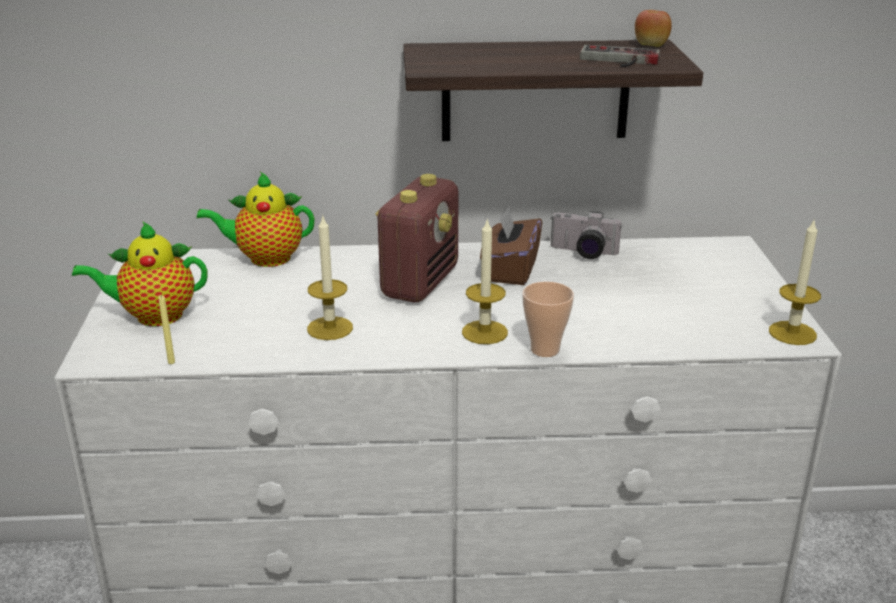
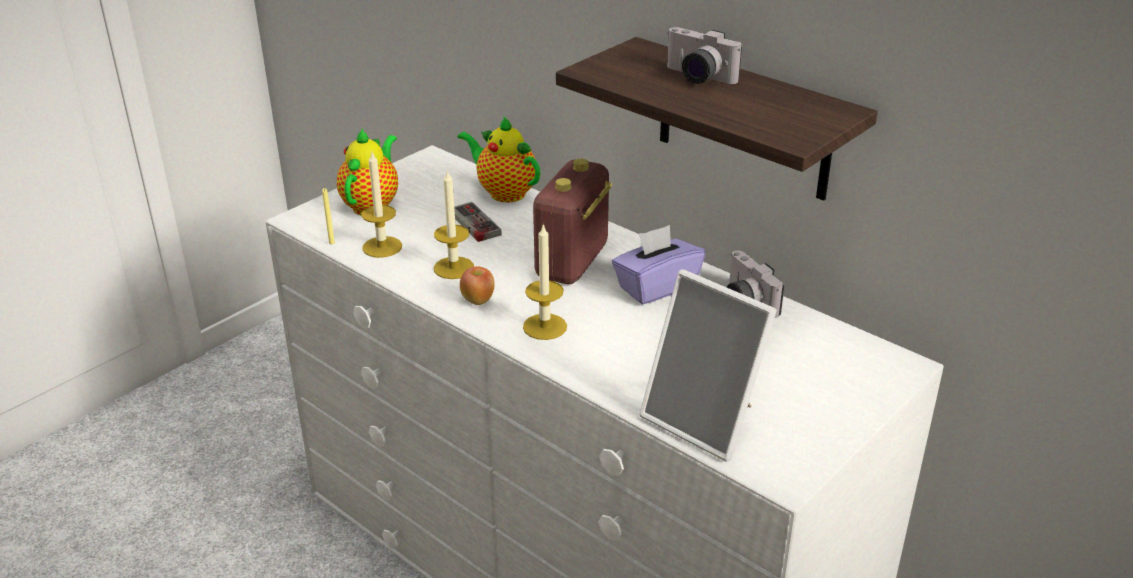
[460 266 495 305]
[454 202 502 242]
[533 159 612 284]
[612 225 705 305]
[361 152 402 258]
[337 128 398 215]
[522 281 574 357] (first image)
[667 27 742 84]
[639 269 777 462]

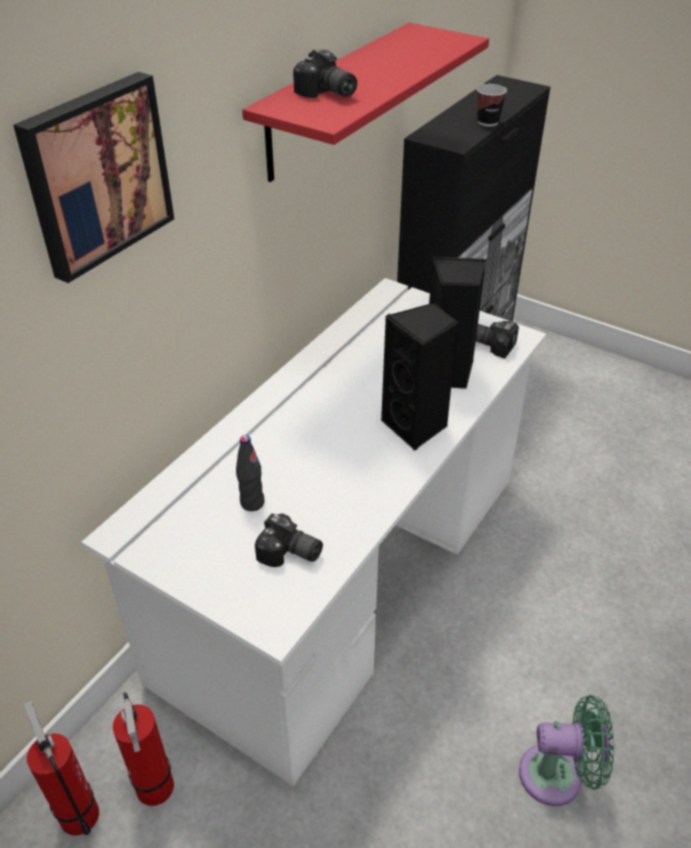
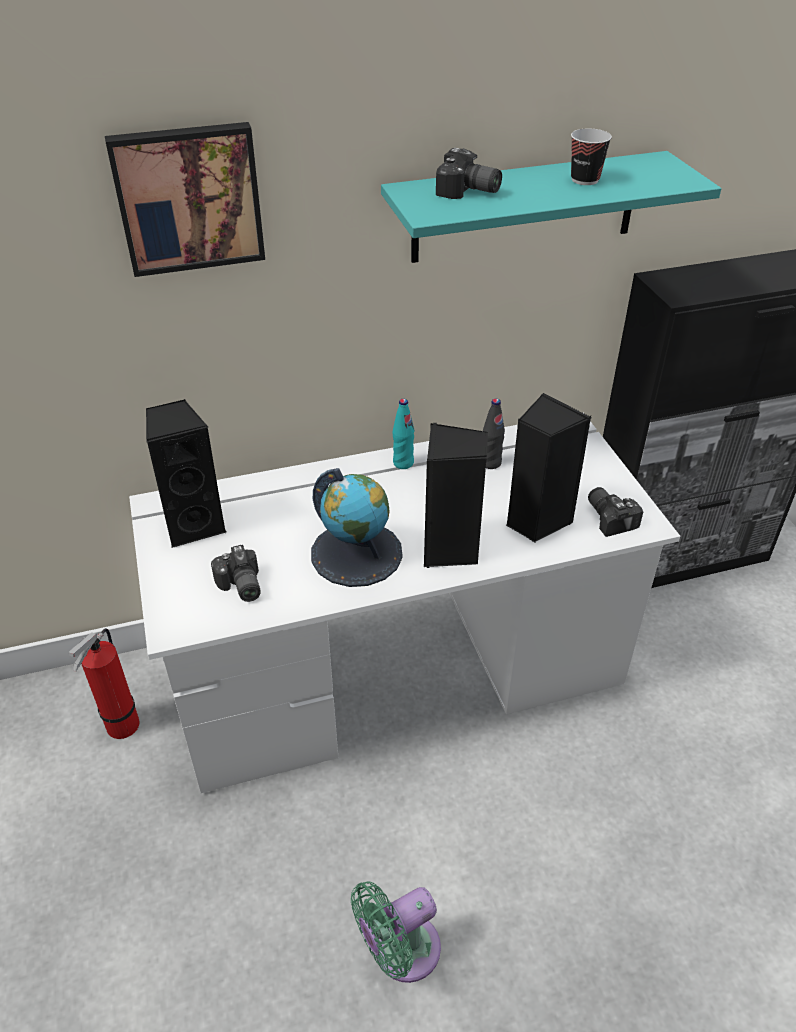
[381 151 721 263]
[436 148 502 199]
[571 128 612 185]
[483 398 505 469]
[351 881 441 983]
[24 701 99 836] (first image)
[146 399 227 548]
[393 399 414 469]
[311 468 403 587]

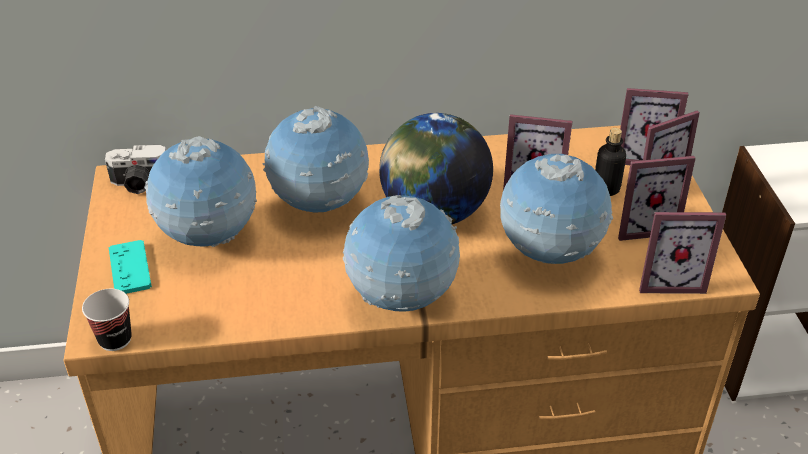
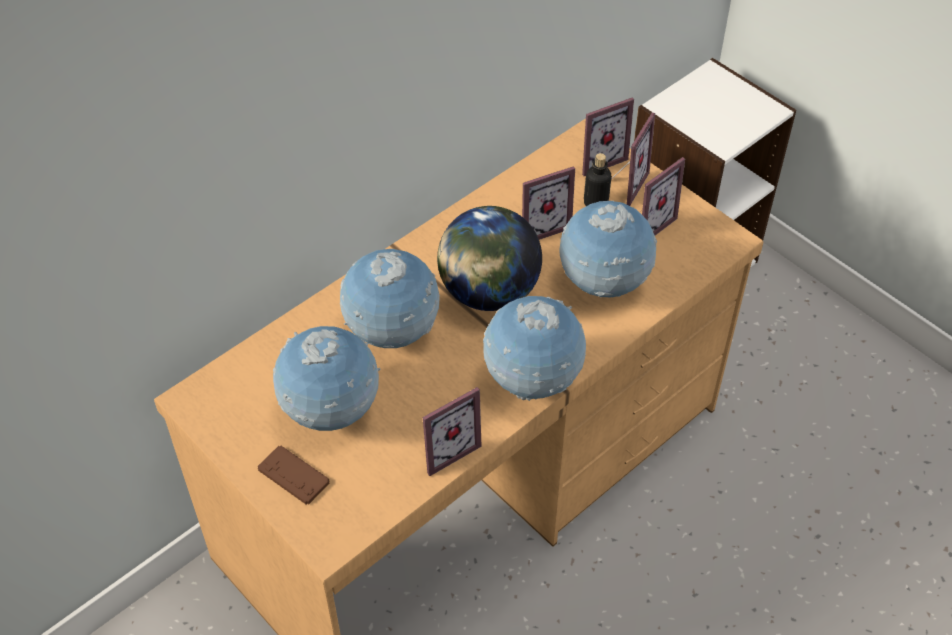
[105 145 166 194] (first image)
[423 387 481 476]
[258 446 329 505]
[82 289 132 351] (first image)

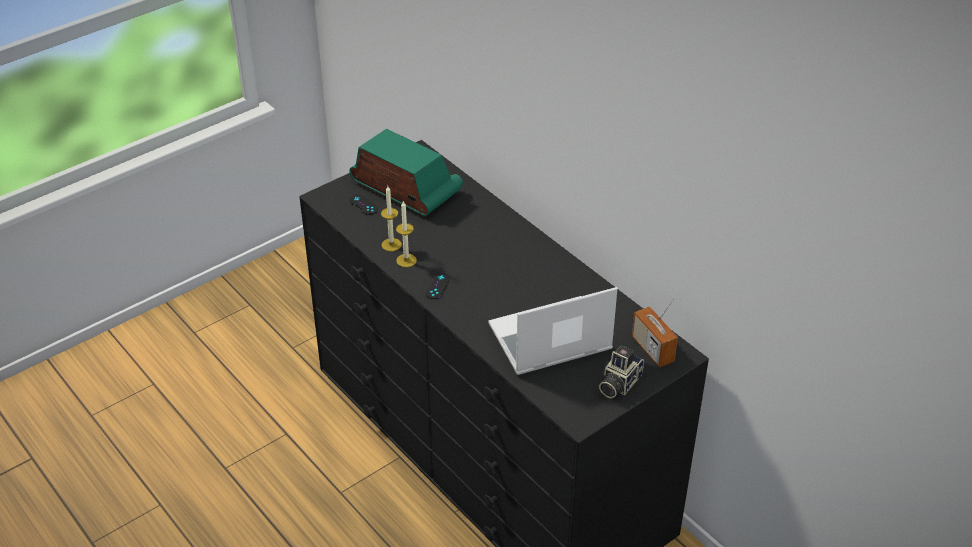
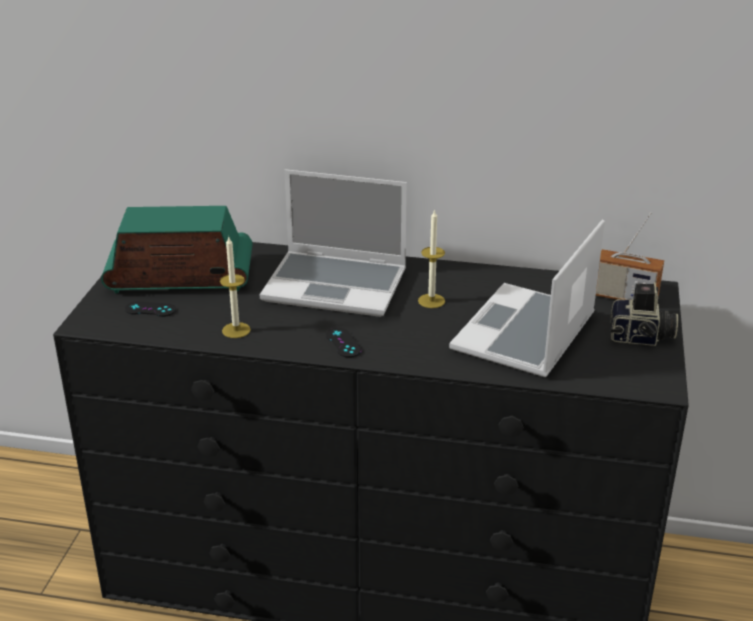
[418 209 445 308]
[611 282 678 346]
[260 169 407 317]

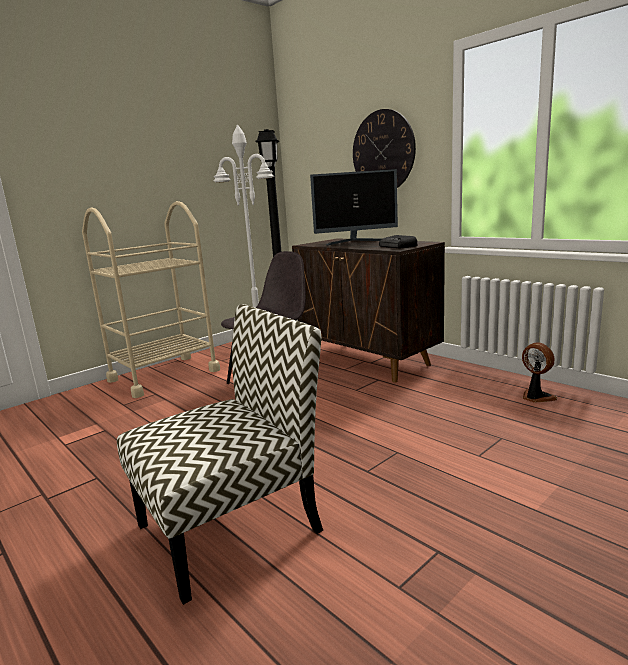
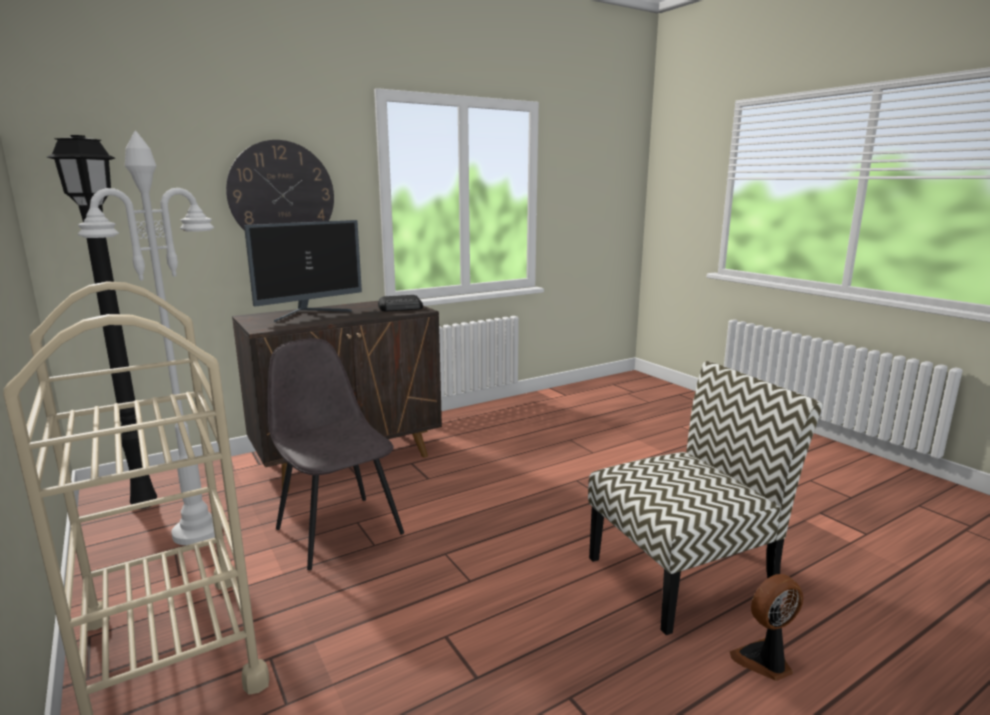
[244 220 362 322]
[588 361 823 635]
[730 574 803 681]

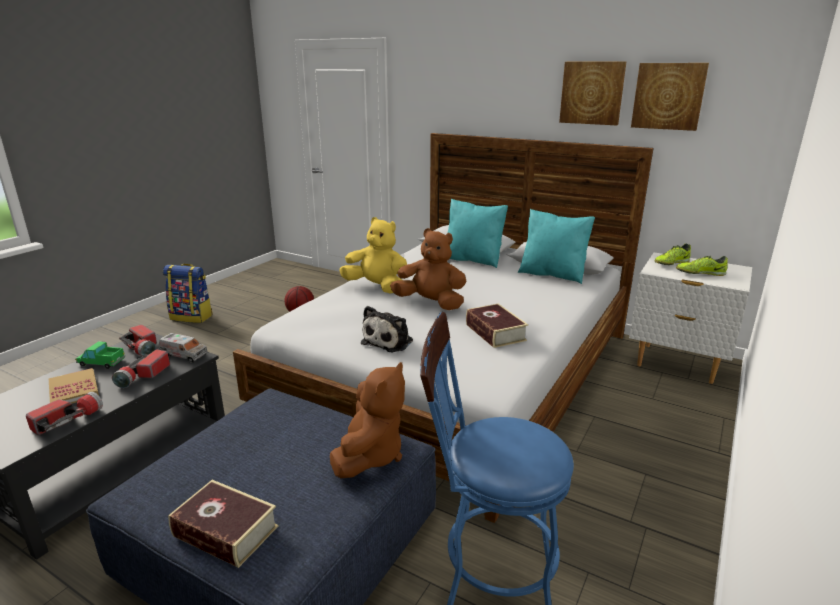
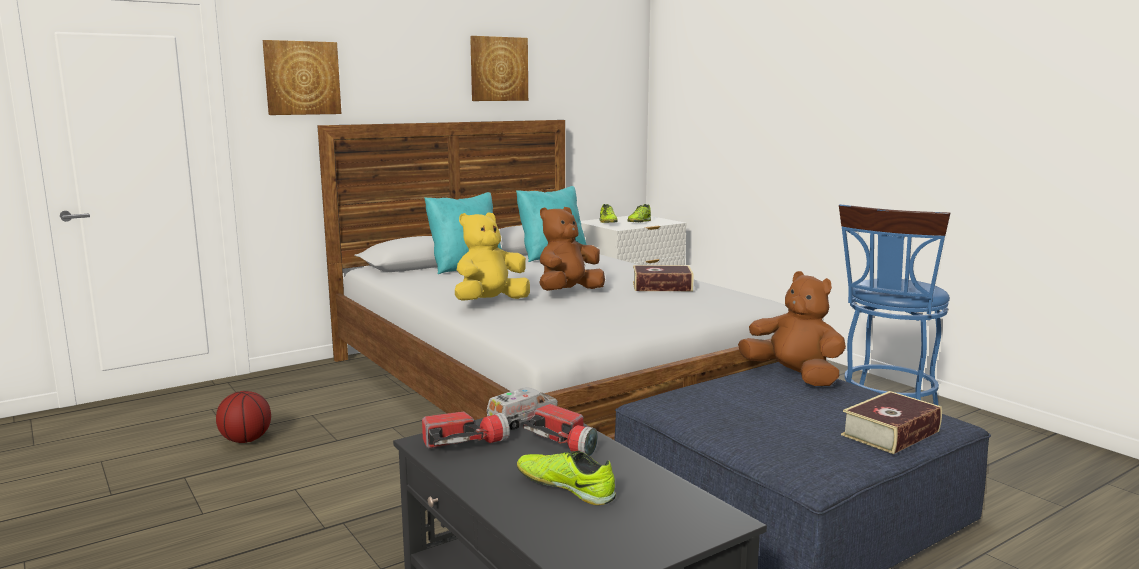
[263 40 341 115]
[163 264 213 323] (first image)
[361 306 413 352] (first image)
[75 341 125 369] (first image)
[517 451 616 505]
[26 392 103 435] (first image)

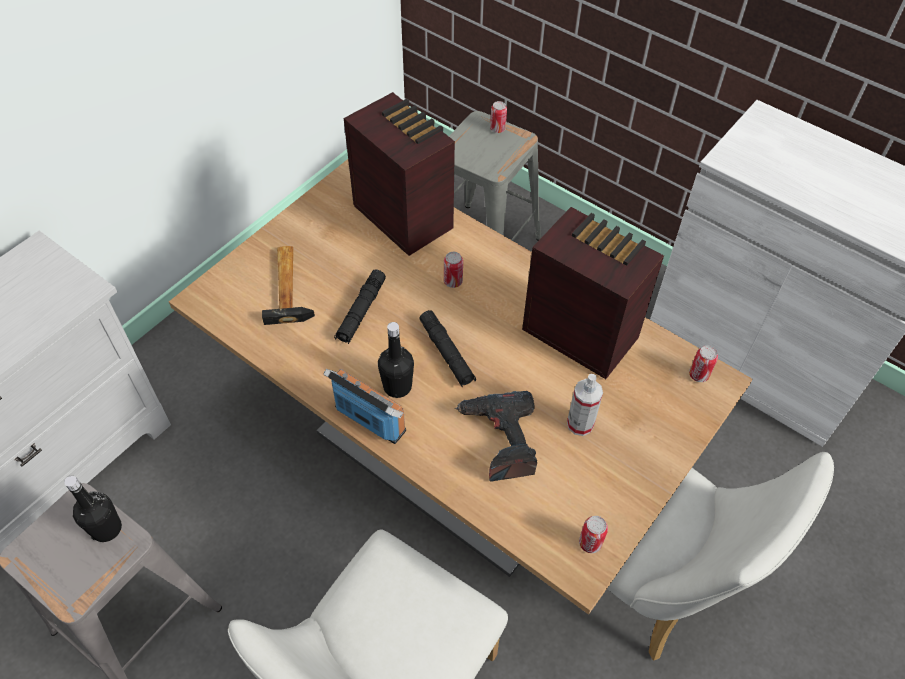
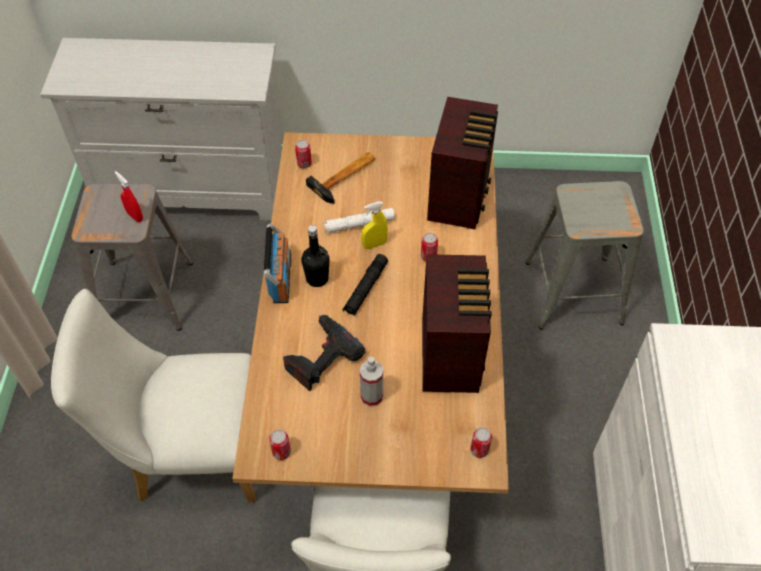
[295 140 312 169]
[323 208 395 233]
[115 171 143 222]
[361 201 388 249]

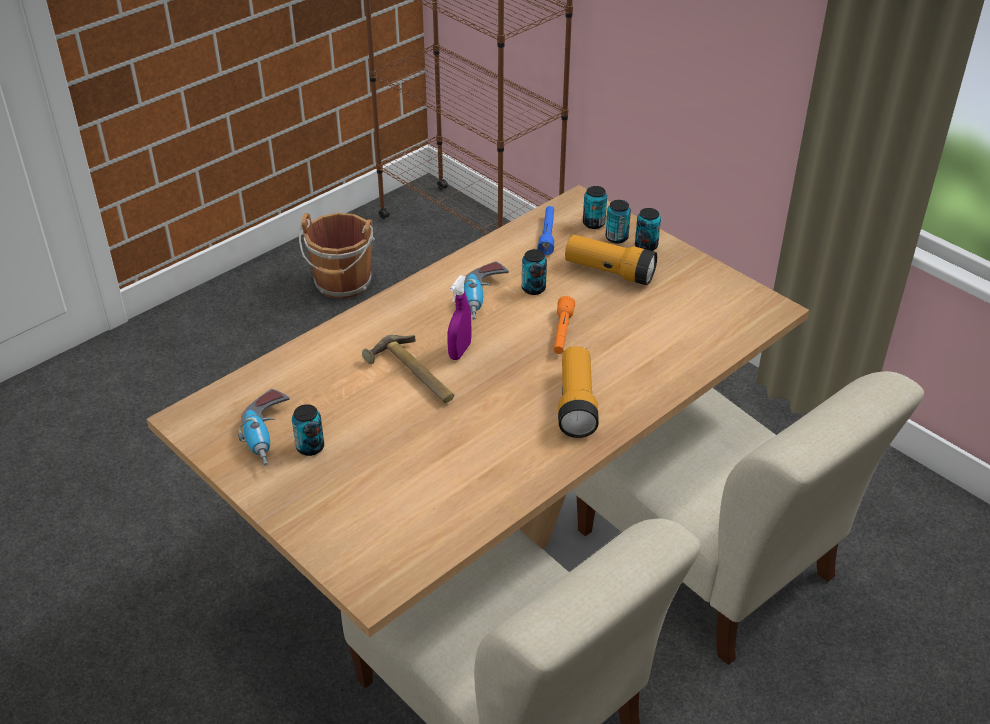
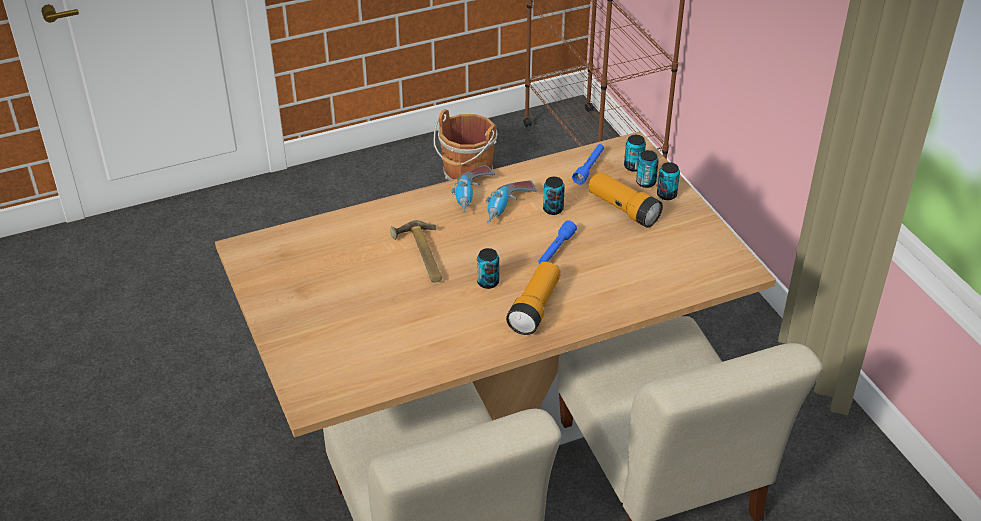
[447 275 471 360] (first image)
[538 220 577 264]
[452 165 495 213]
[477 248 499 289]

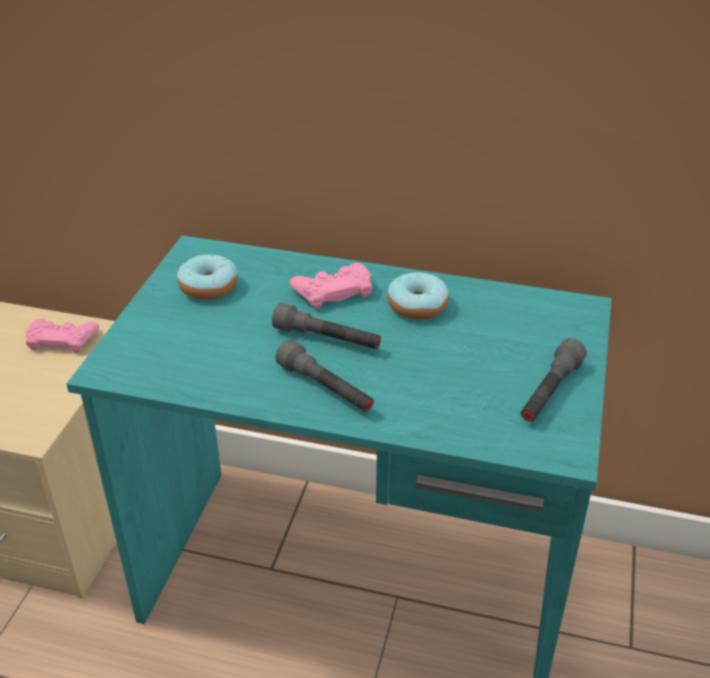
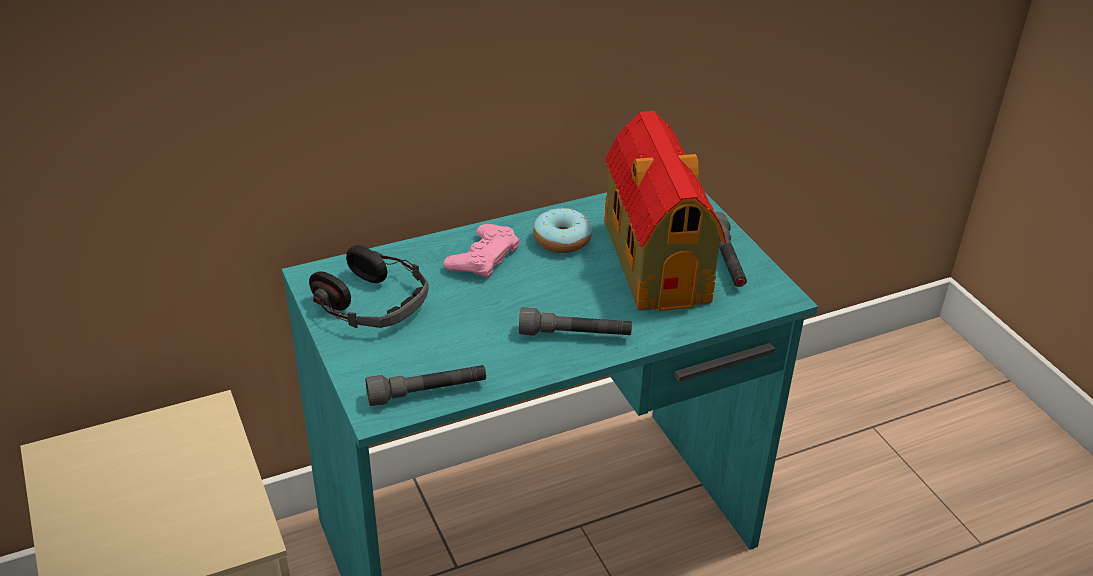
[309 245 428 329]
[365 365 486 406]
[26 318 99 353] (first image)
[605 111 726 311]

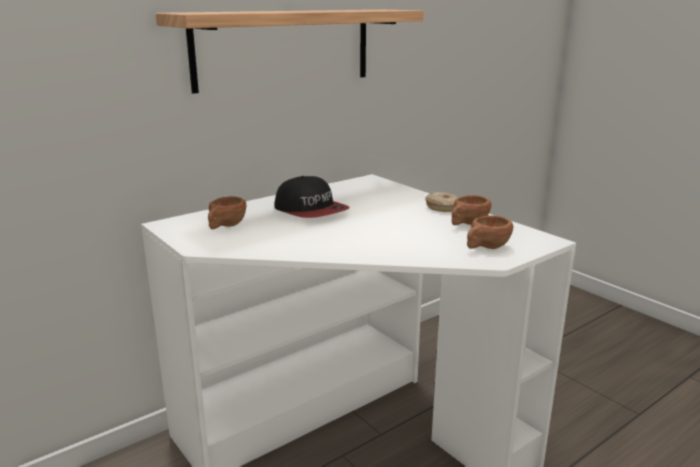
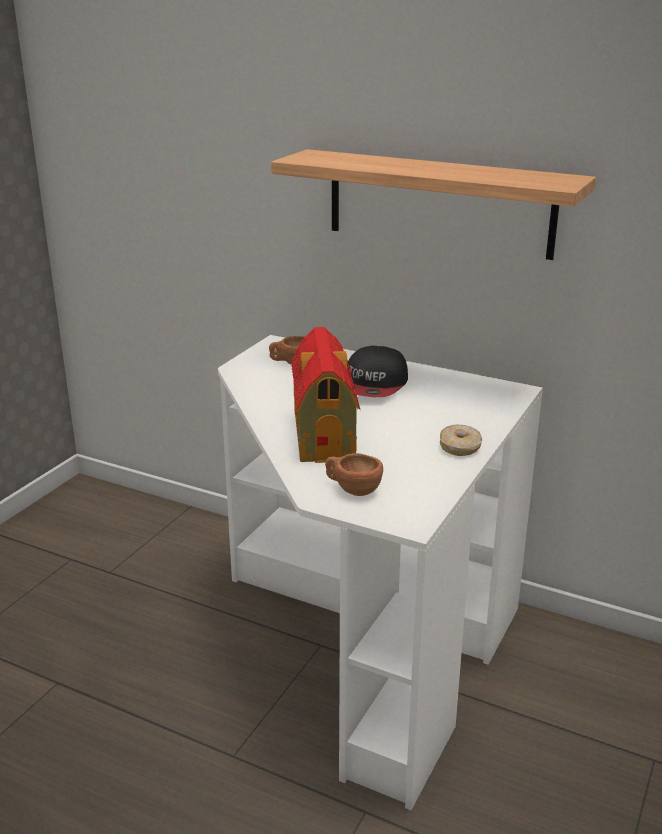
[451 195 491 225] (first image)
[291 327 360 463]

